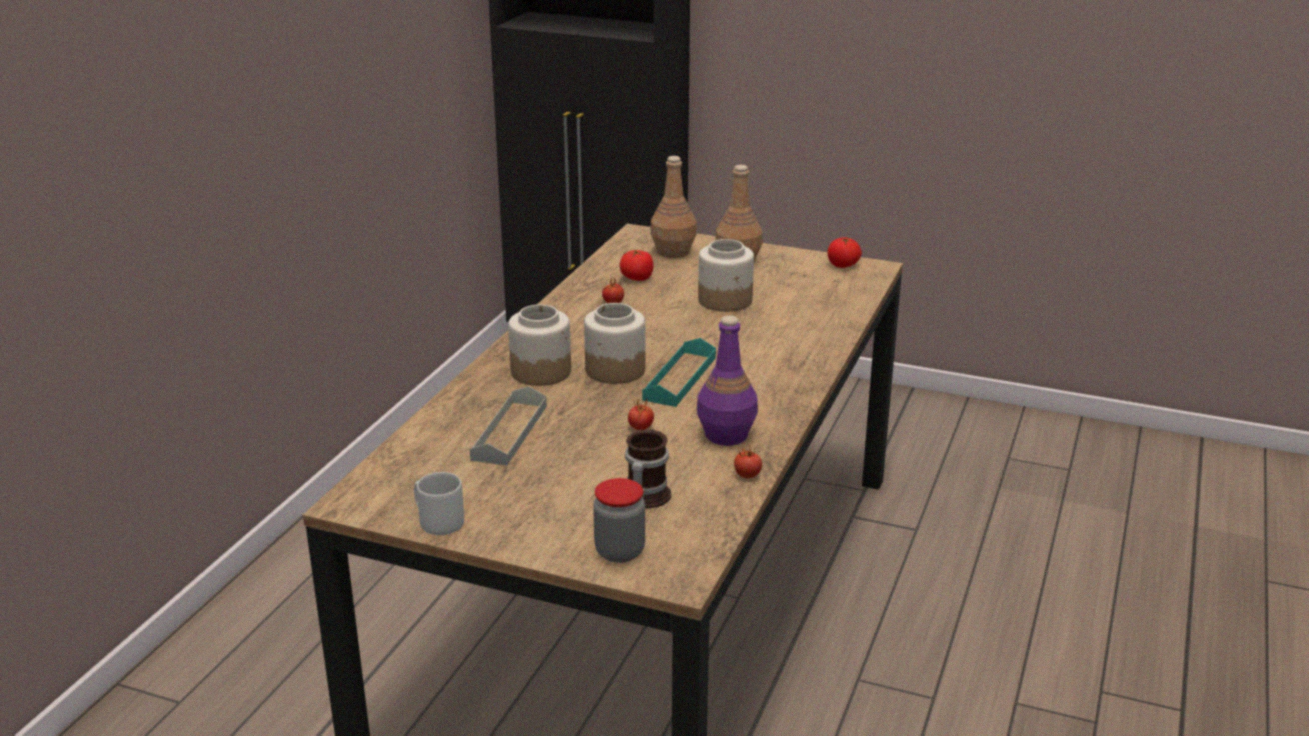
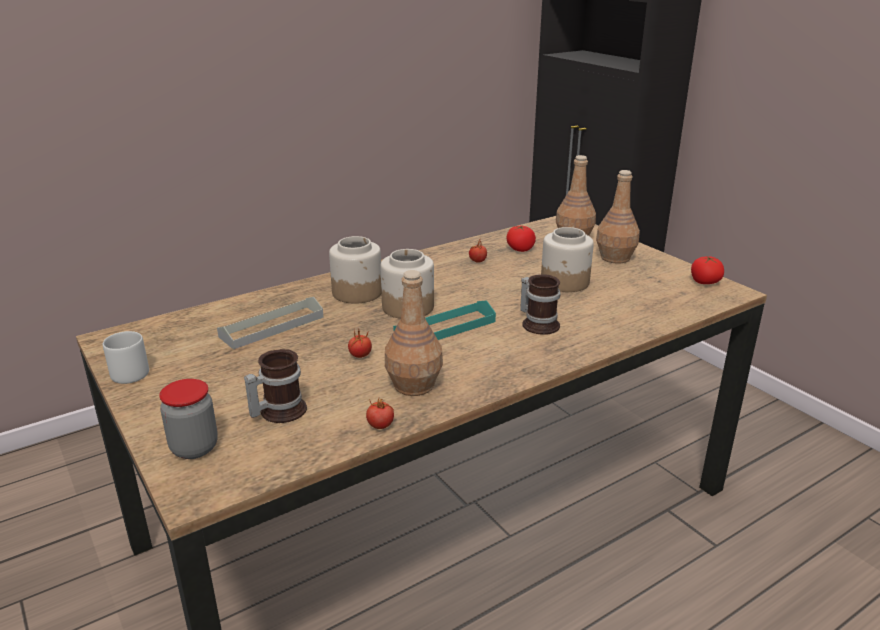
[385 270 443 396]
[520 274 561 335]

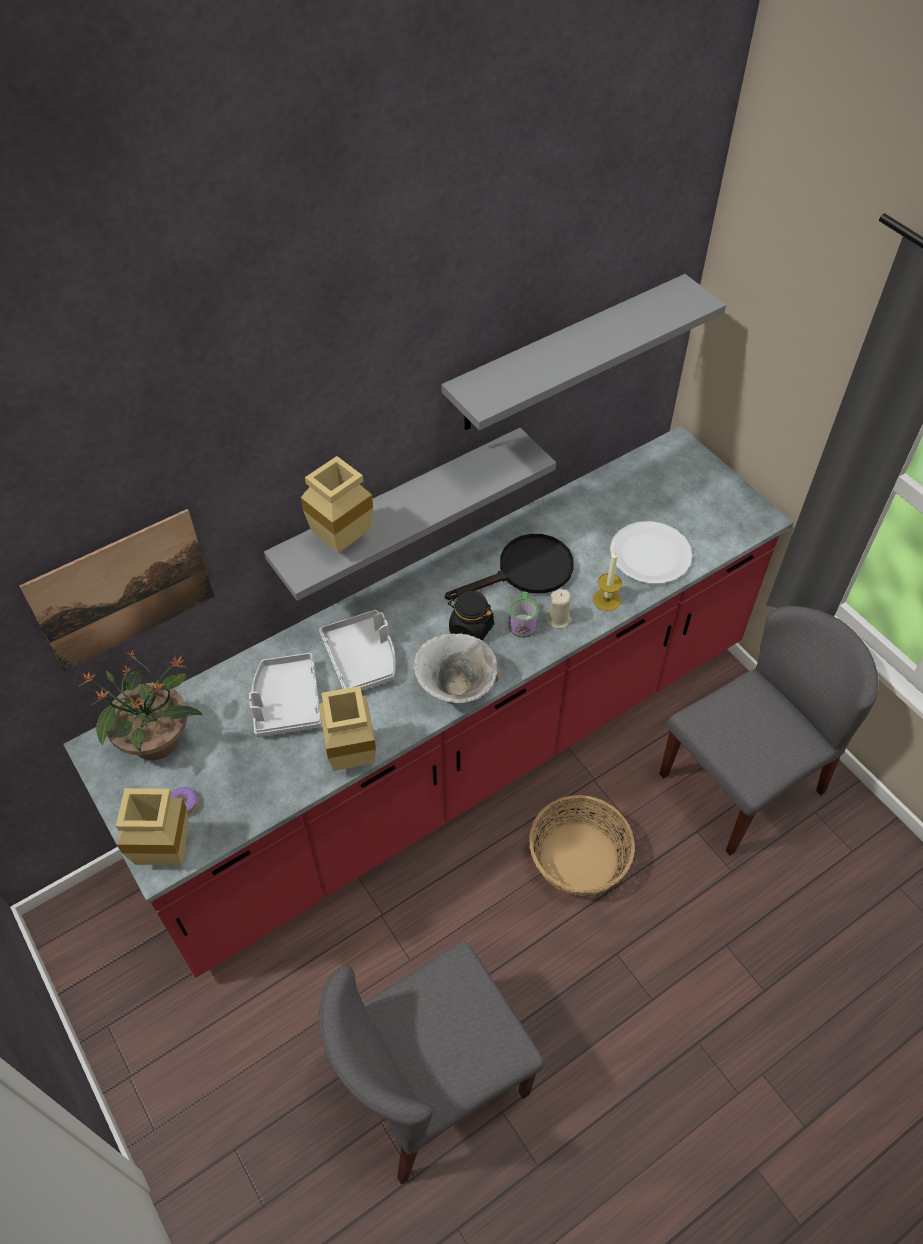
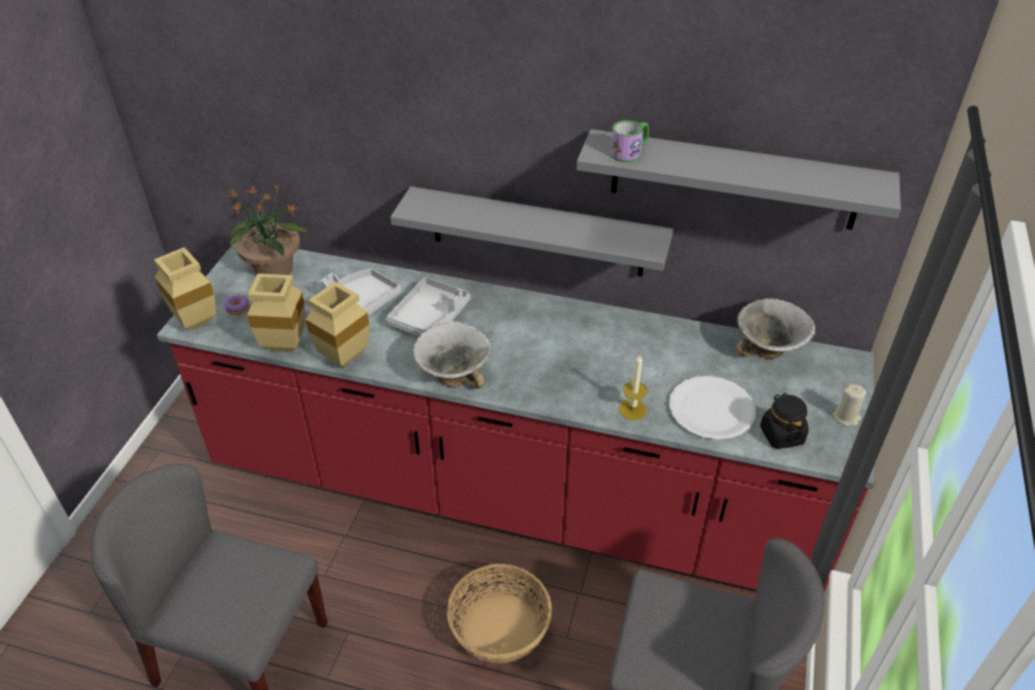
[247 274 305 352]
[19 509 214 671] (first image)
[445 534 574 600] (first image)
[833 384 866 426]
[760 393 809 449]
[610 120 649 162]
[736 298 815 359]

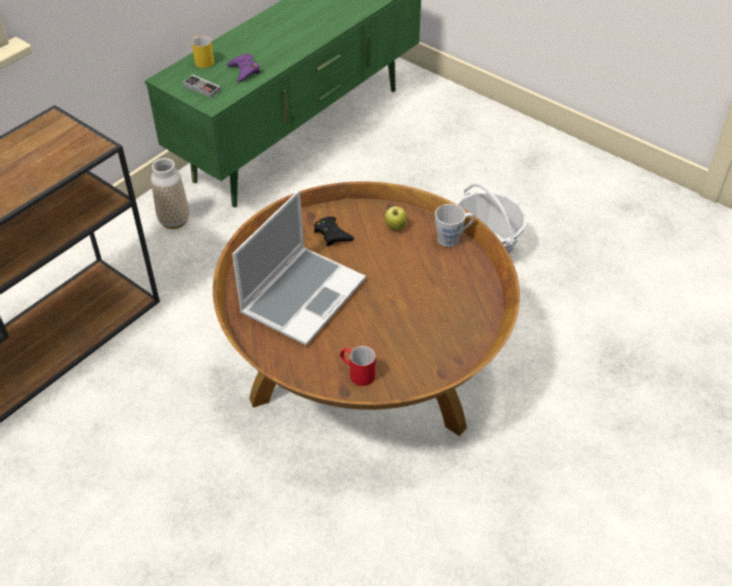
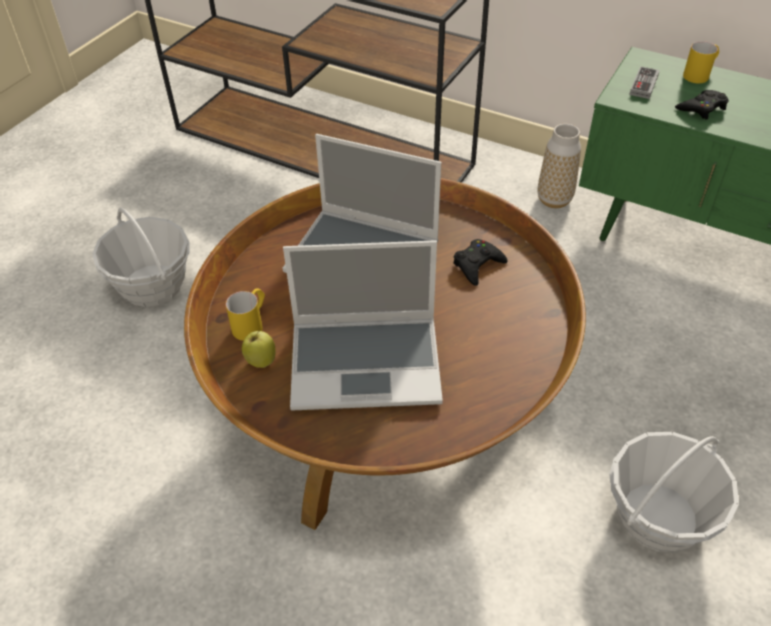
[675 90 729 120]
[435 204 474 247] (first image)
[242 331 276 368]
[226 288 265 341]
[92 208 190 307]
[283 240 443 411]

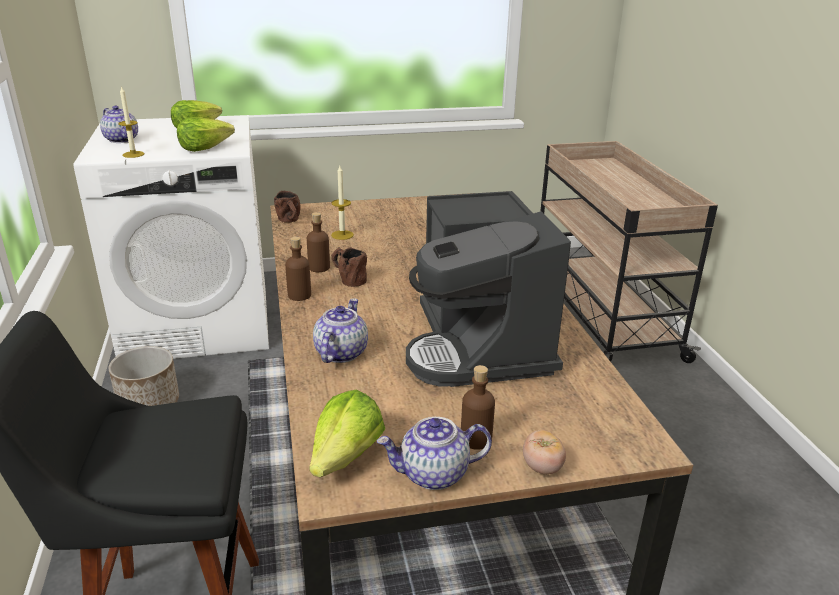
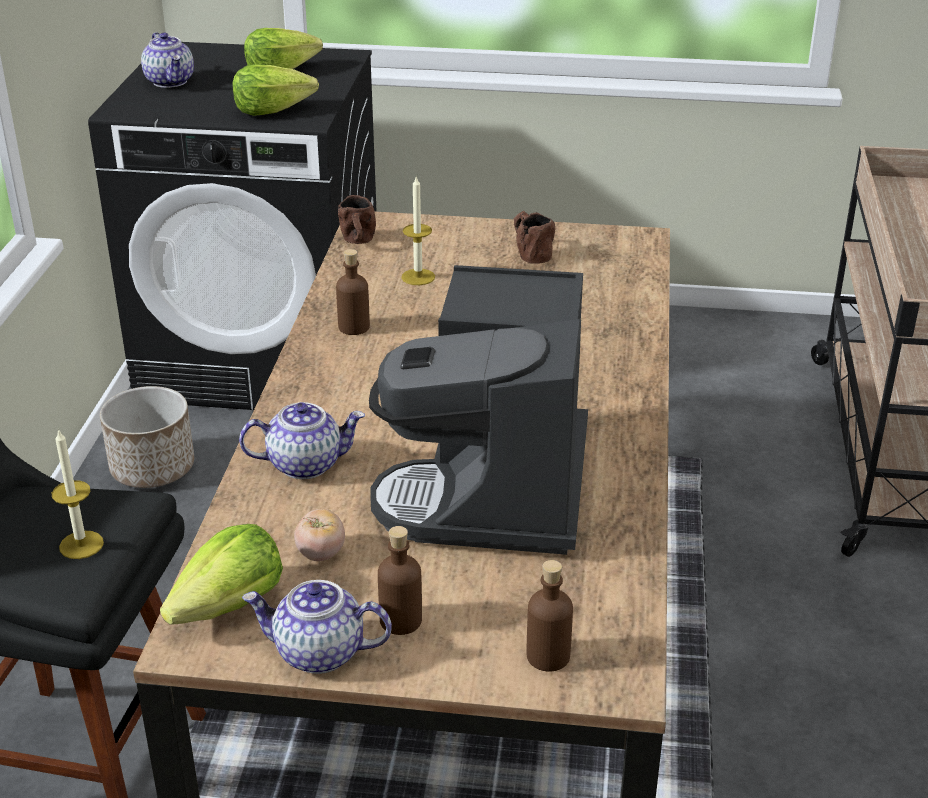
[51 429 104 559]
[88 42 377 410]
[527 560 573 672]
[514 211 555 264]
[239 402 365 479]
[294 509 345 561]

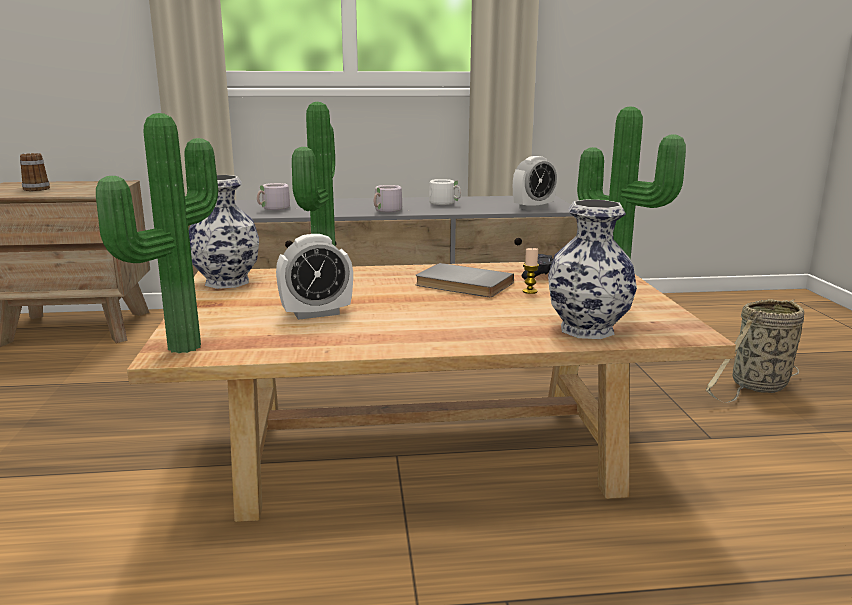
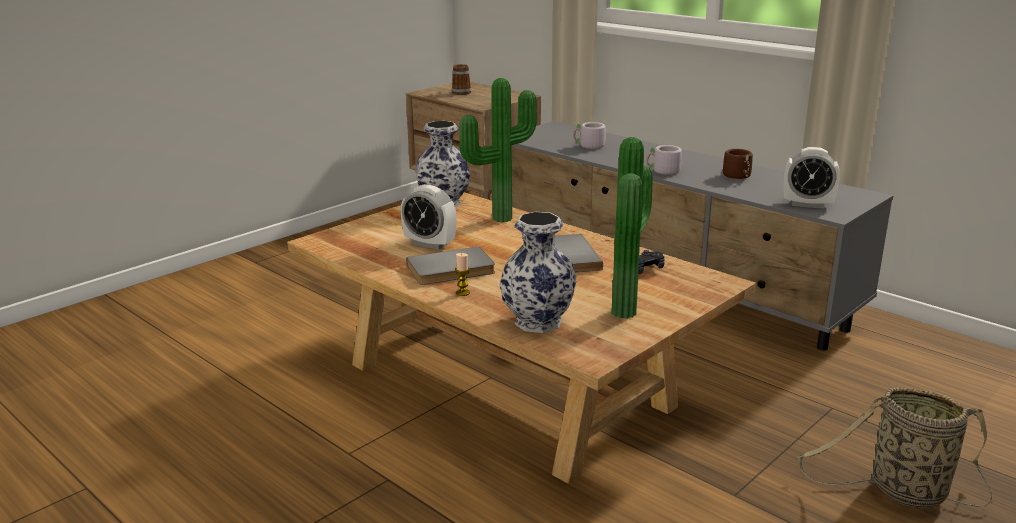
[96 113 218 353] (first image)
[723 149 753 179]
[455 253 470 296]
[406 247 495 285]

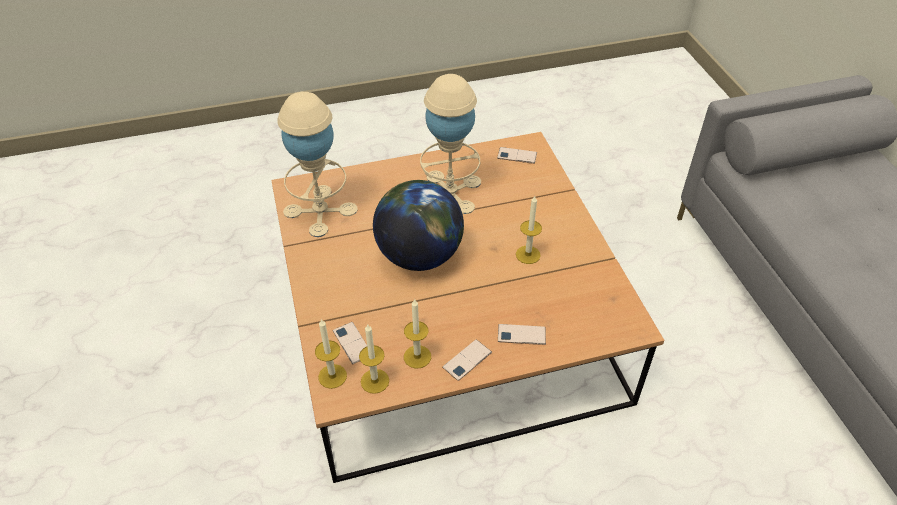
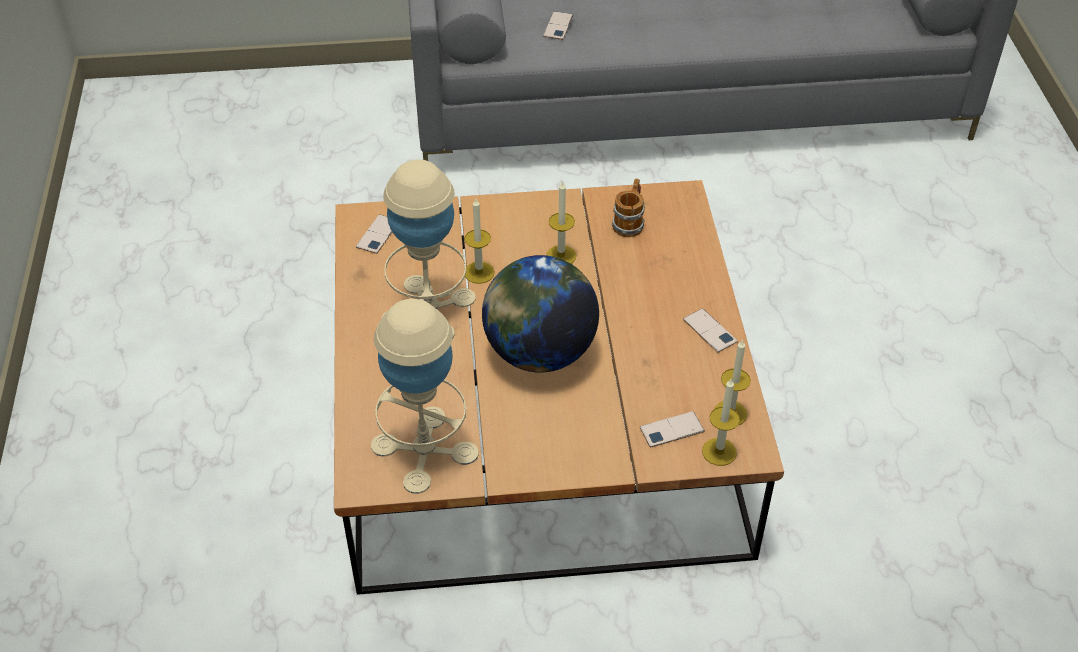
[464 199 495 284]
[543 11 573 40]
[612 179 645 237]

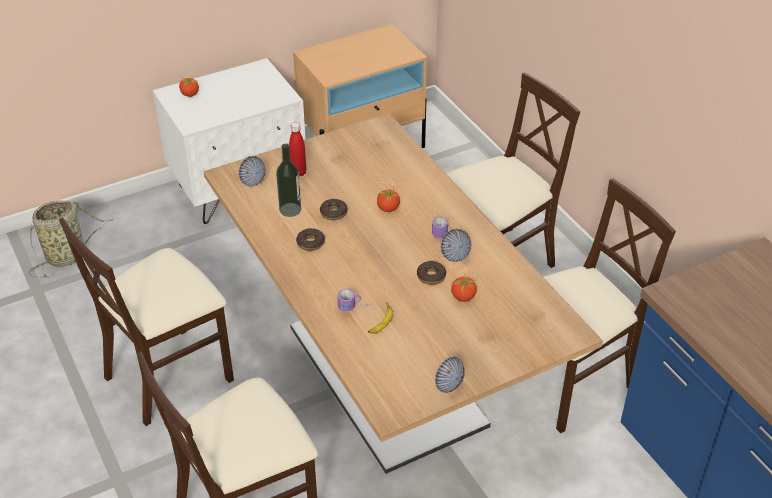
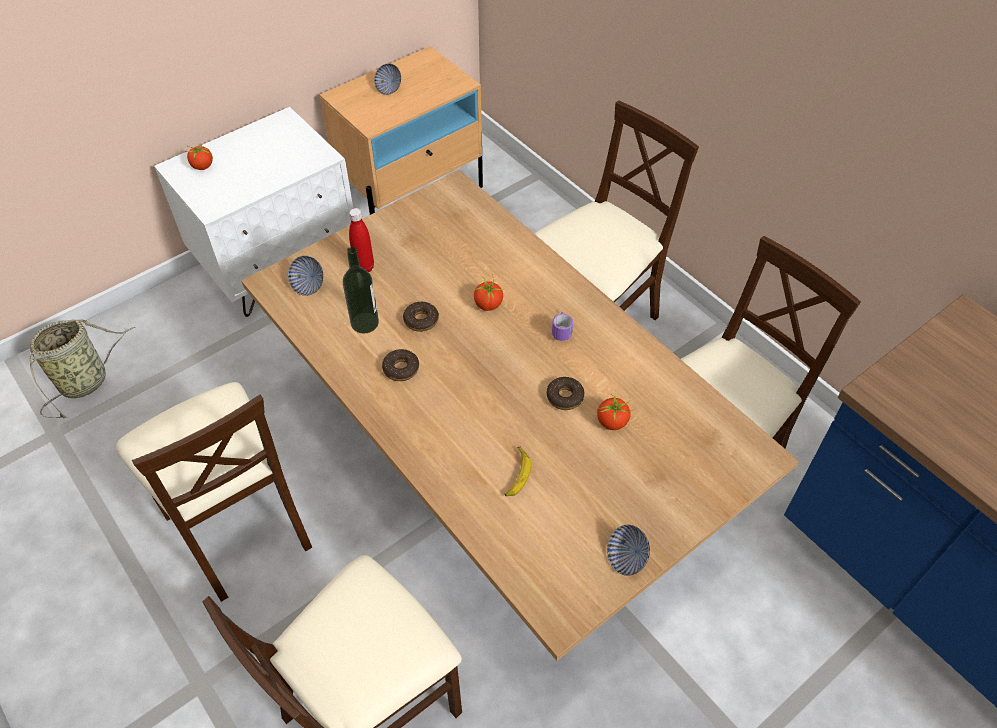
[116 382 312 602]
[374 63 401 95]
[337 289 374 312] (first image)

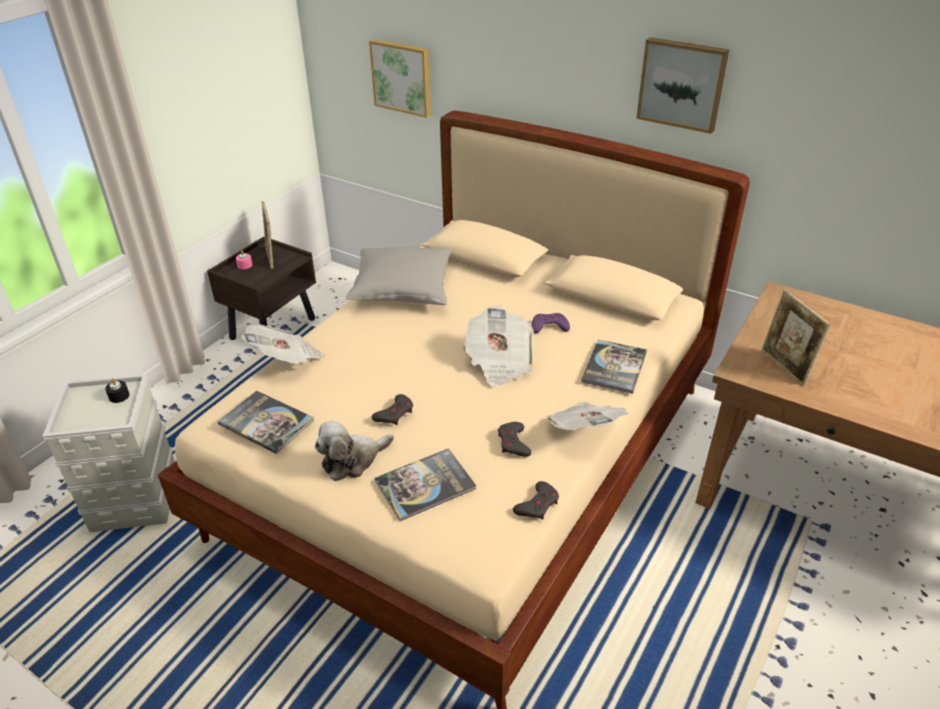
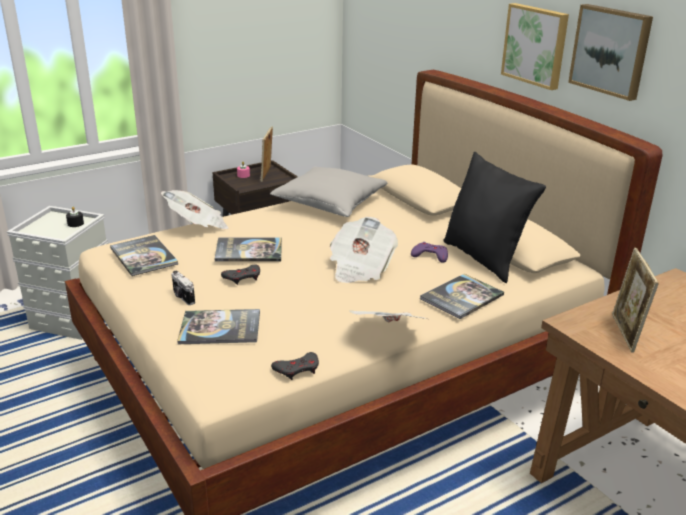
[501 3 569 90]
[171 271 195 305]
[498 422 531 457] (first image)
[443 151 546 283]
[215 237 282 262]

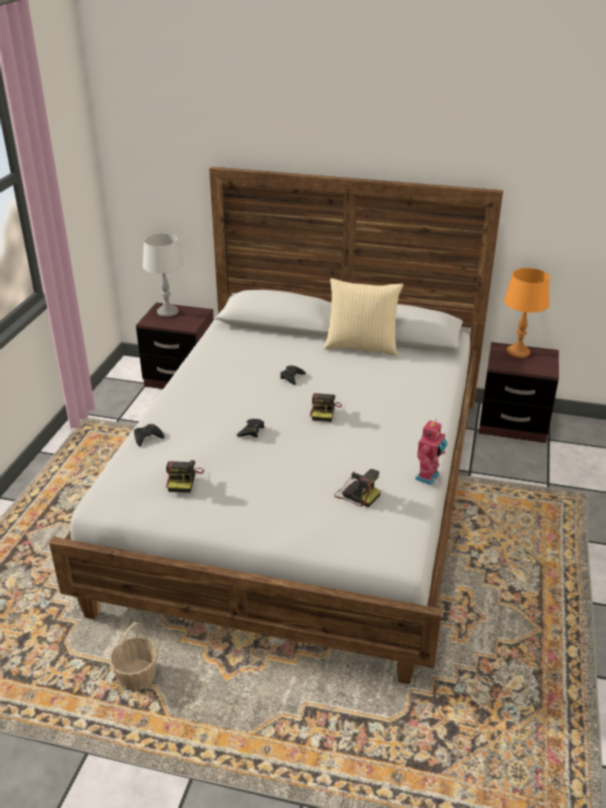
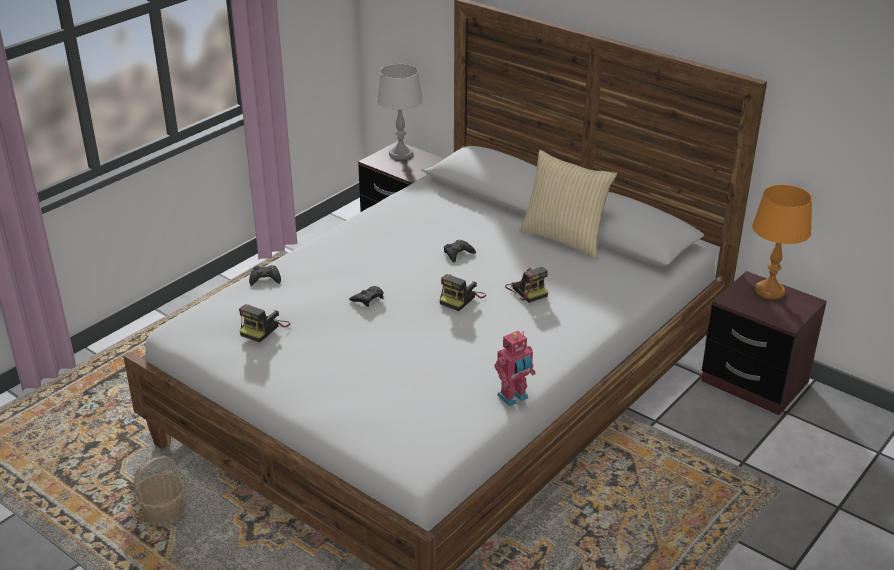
[505 267 548 303]

